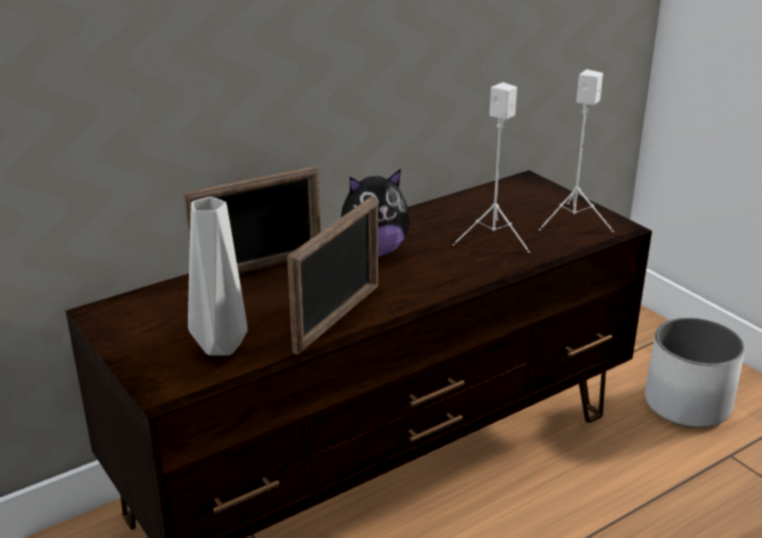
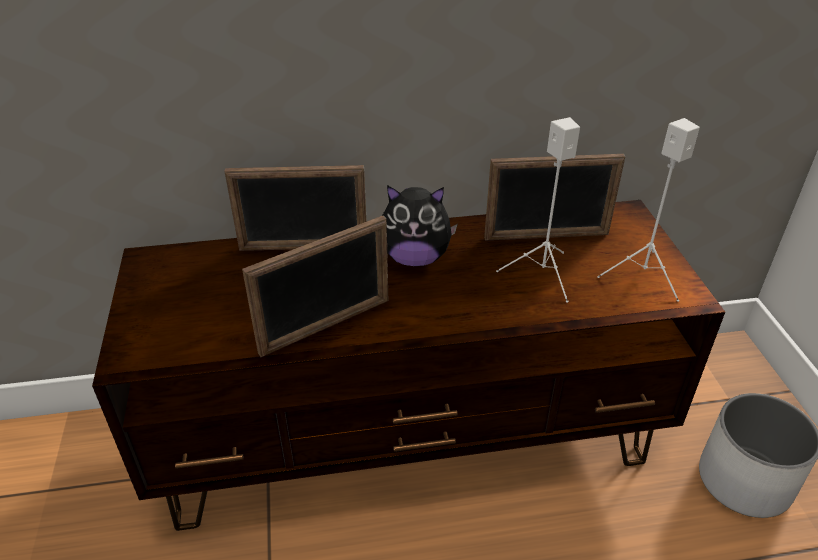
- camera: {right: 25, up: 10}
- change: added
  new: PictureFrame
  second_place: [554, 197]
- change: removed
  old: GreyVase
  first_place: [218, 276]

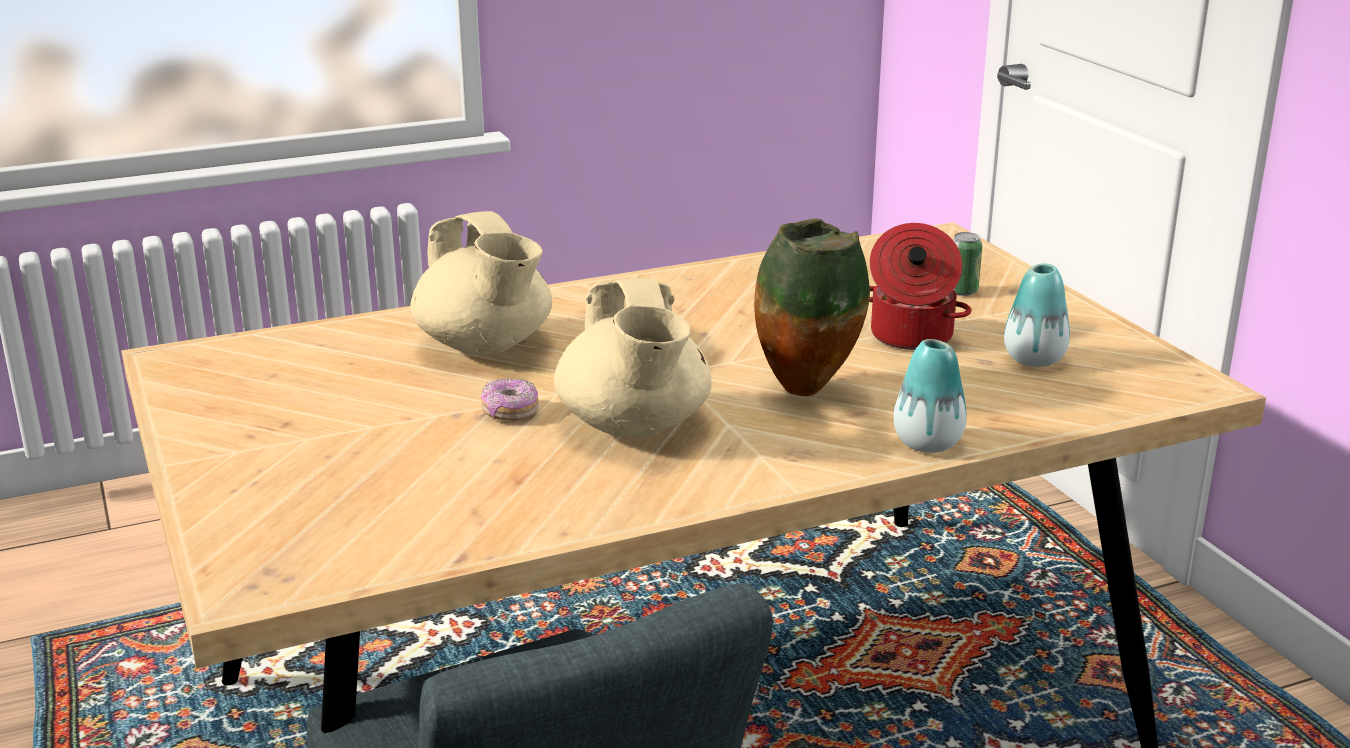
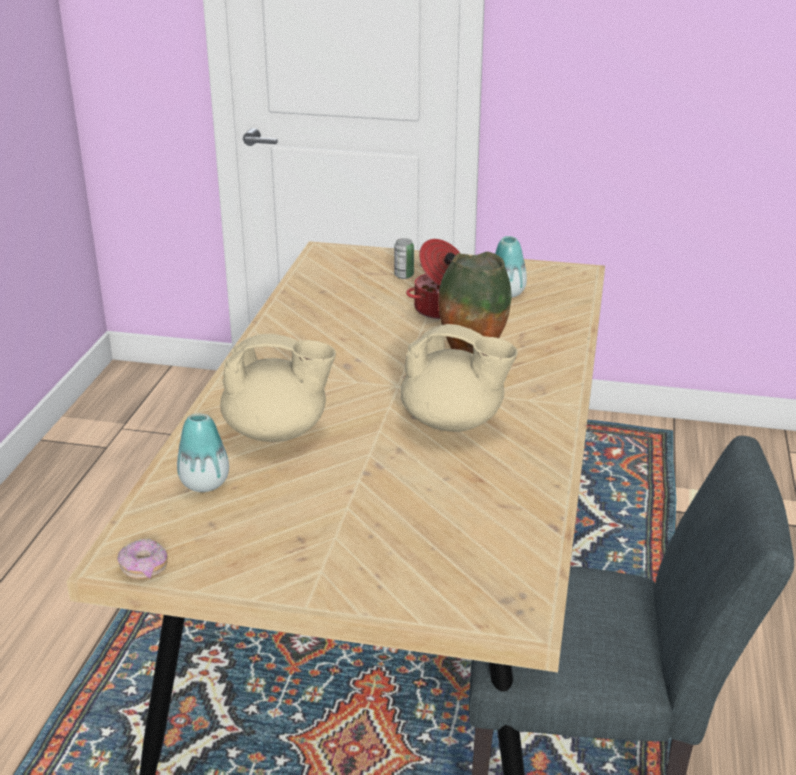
- camera: {right: -55, up: 5}
- change: moved
  old: Donut
  first_place: [510, 399]
  second_place: [142, 559]
- change: moved
  old: Vase
  first_place: [930, 396]
  second_place: [203, 453]

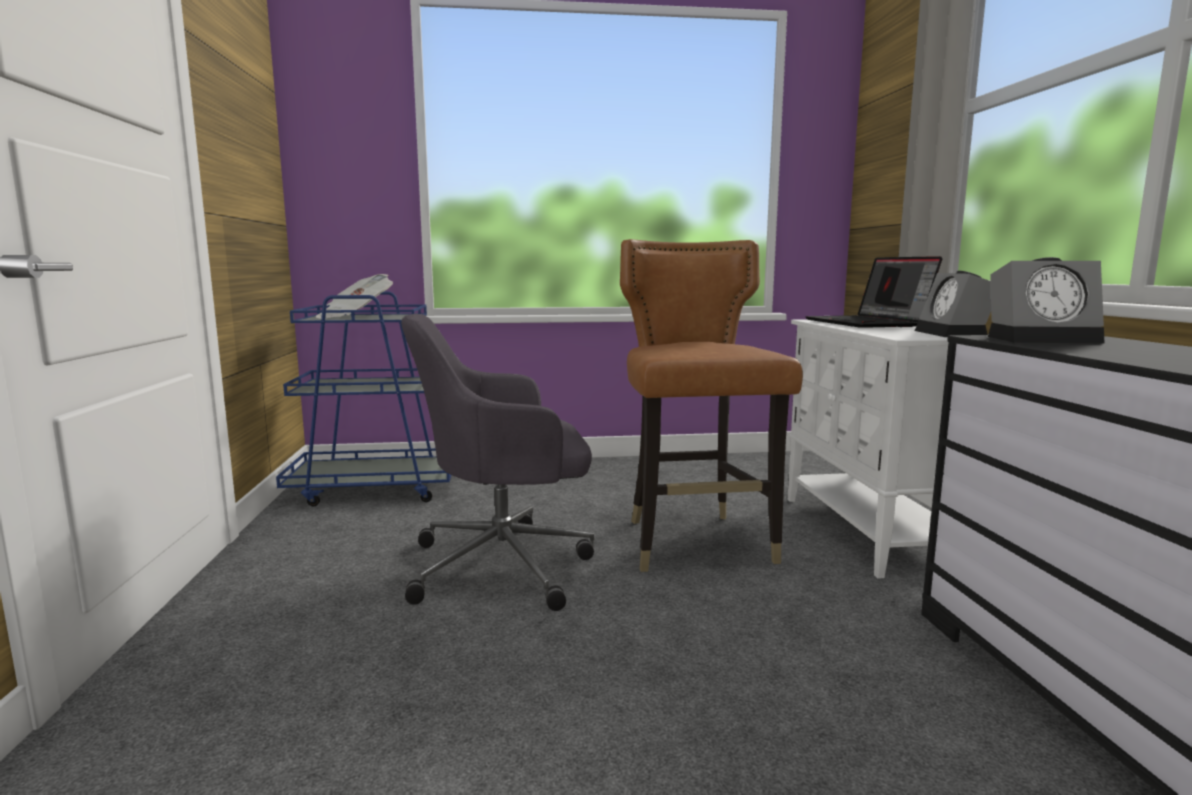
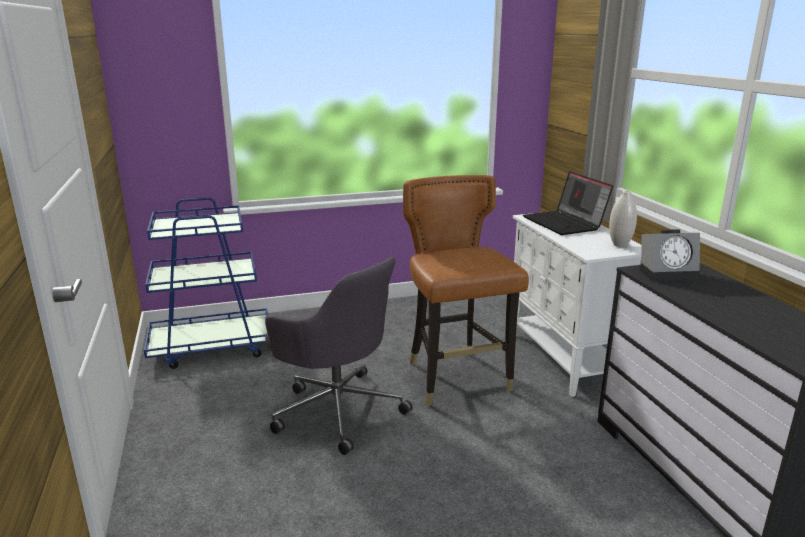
- camera: {right: -10, up: 10}
- change: turned
  old: GreyOfficeChair
  first_place: [497, 462]
  second_place: [339, 356]
  degrees: -120
- change: replaced
  old: AlarmClock
  new: WhiteVase
  first_place: [953, 303]
  second_place: [623, 218]
- change: removed
  old: Newspaper
  first_place: [354, 296]

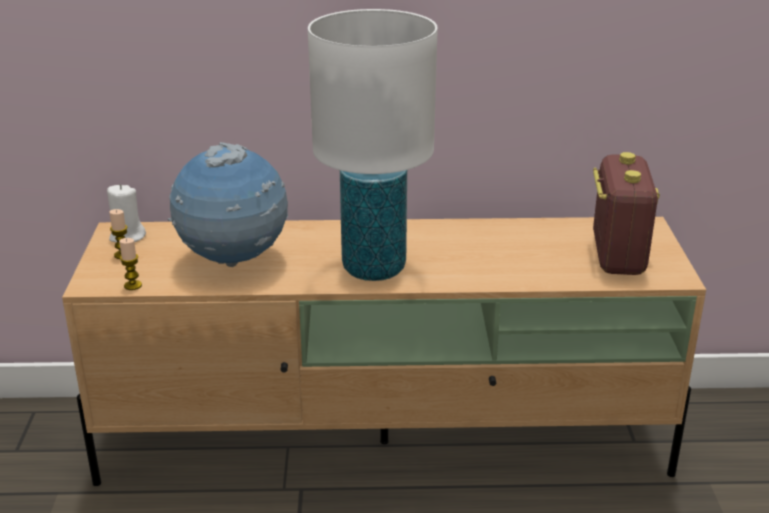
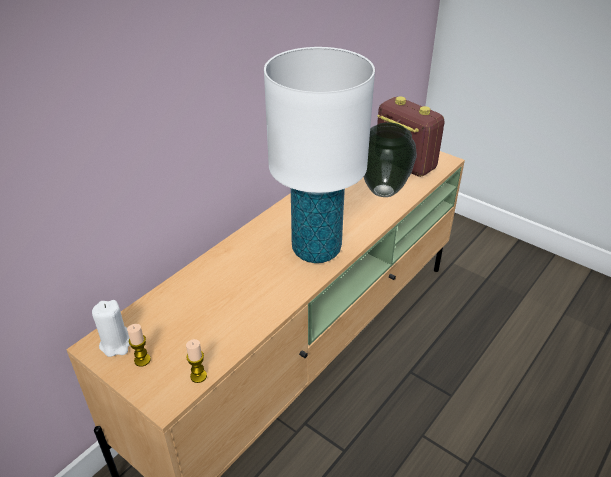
- camera: {right: -50, up: 10}
- change: added
  new: Vase
  second_place: [390, 159]
- change: removed
  old: Globe
  first_place: [228, 204]

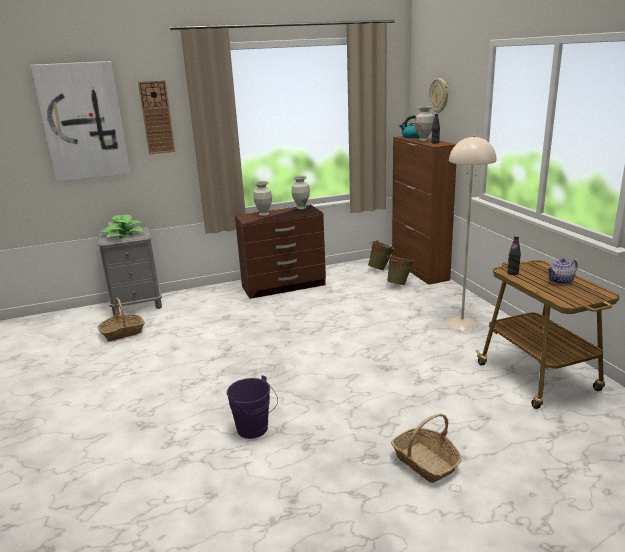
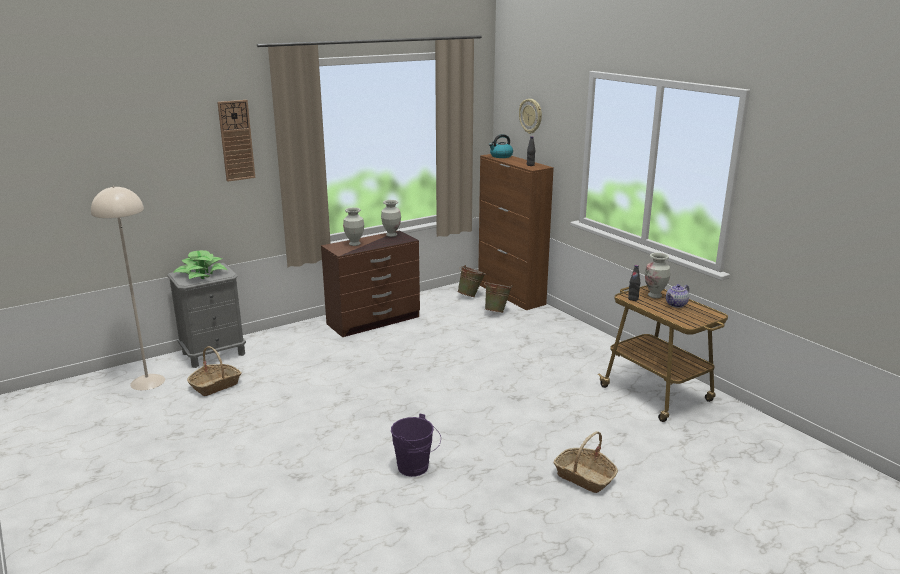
- camera: {right: -15, up: 0}
- change: moved
  old: BeigeFloorLamp
  first_place: [471, 233]
  second_place: [128, 288]
- change: moved
  old: Vase
  first_place: [424, 124]
  second_place: [657, 275]
- change: removed
  old: Picture
  first_place: [80, 121]

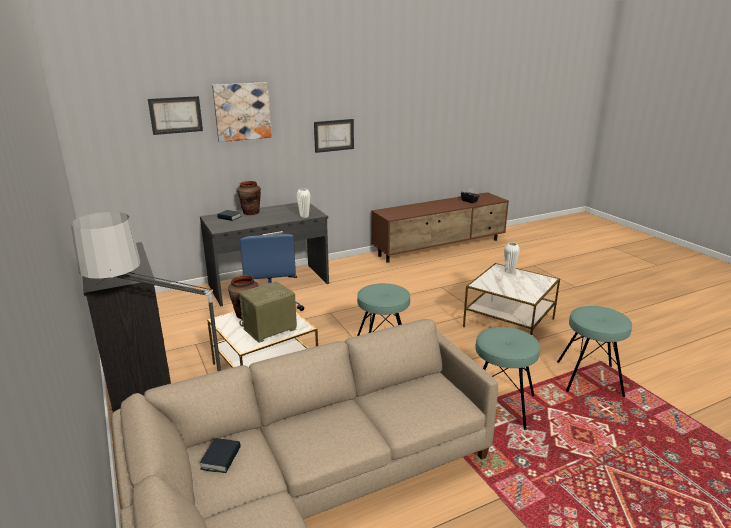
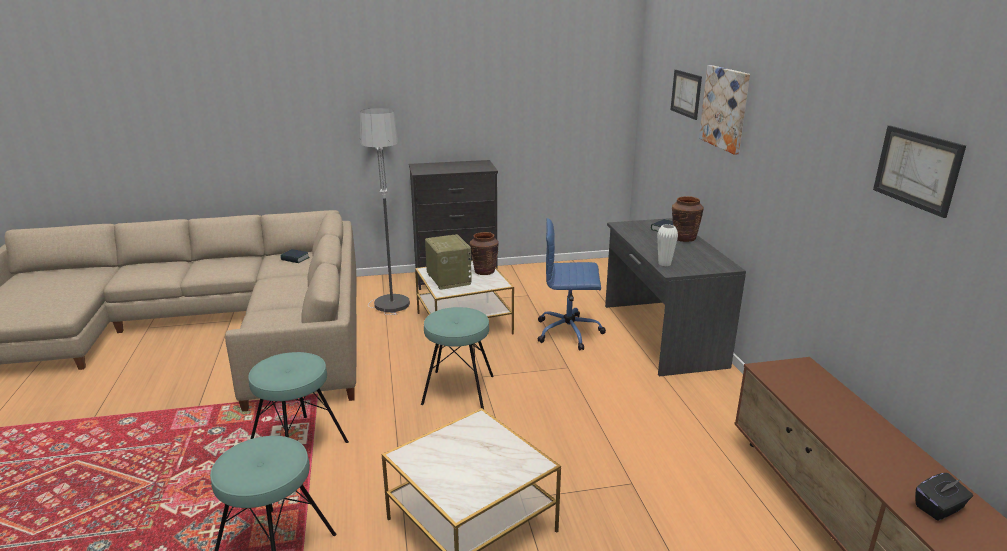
- camera: {right: 105, up: 0}
- change: moved
  old: Picture
  first_place: [334, 136]
  second_place: [919, 171]
- change: removed
  old: WhiteVase
  first_place: [512, 258]

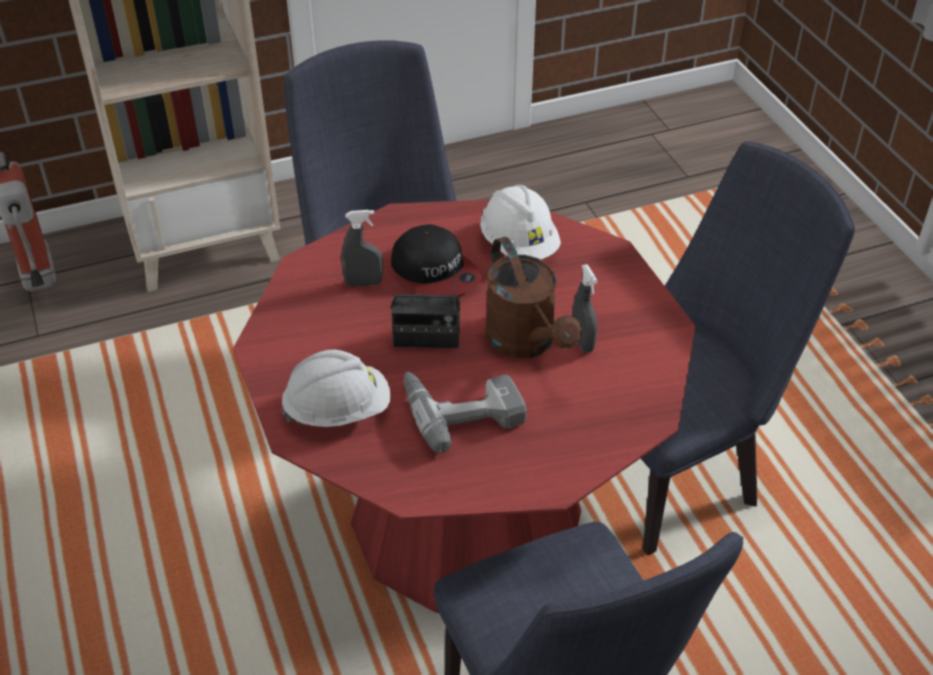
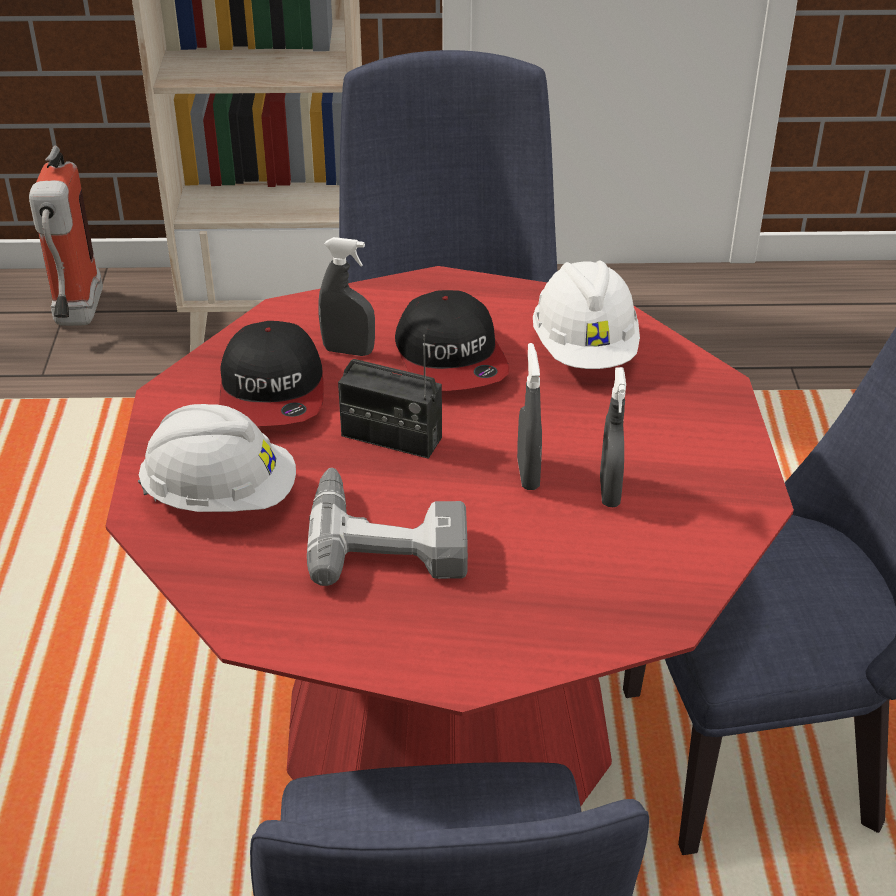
- camera: {right: 20, up: -5}
- change: added
  new: Cap
  second_place: [271, 373]
- change: replaced
  old: BrownWateringCan
  new: GreySprayBottle
  first_place: [533, 297]
  second_place: [529, 416]

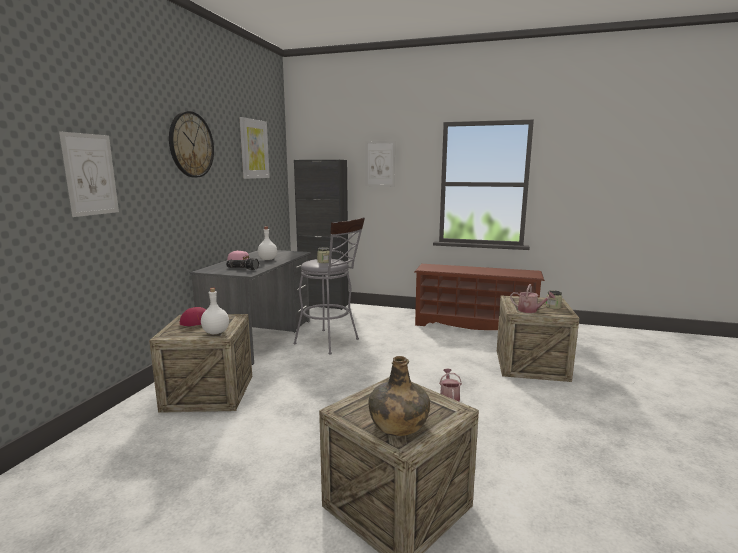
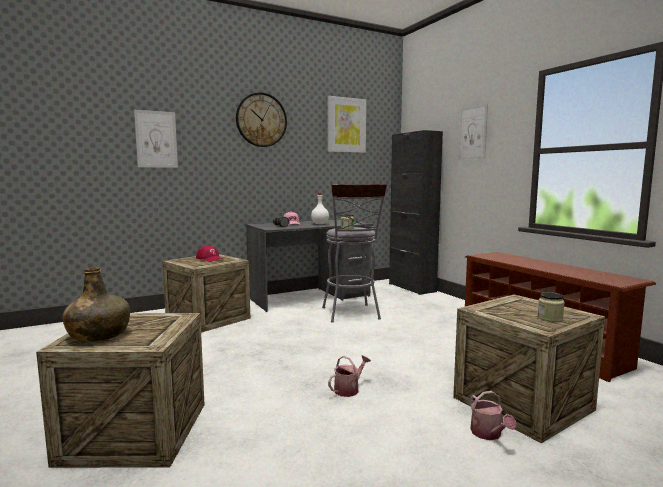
- camera: {right: 45, up: -5}
- change: moved
  old: WateringCan
  first_place: [532, 298]
  second_place: [493, 415]
- change: removed
  old: WhiteBottle
  first_place: [215, 311]

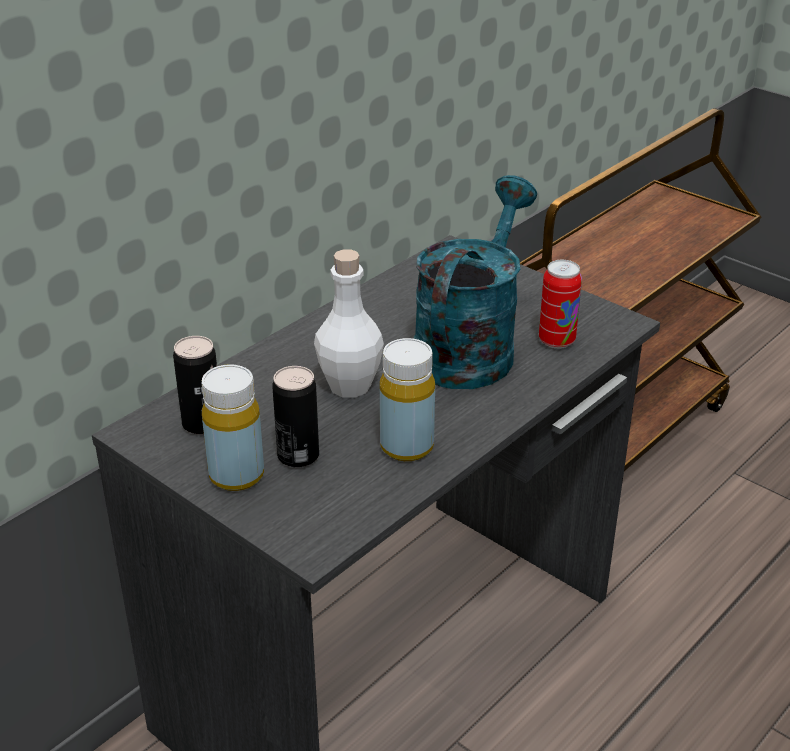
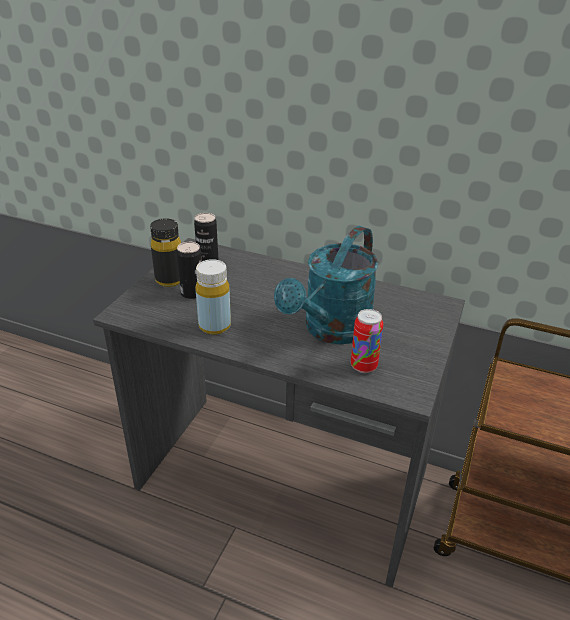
- camera: {right: 70, up: 0}
- change: recoloured
  old: YellowBottle
  new: BlackBottle
  first_place: [232, 428]
  second_place: [165, 252]
- change: turned
  old: TurquoiseWateringCan
  first_place: [475, 282]
  second_place: [326, 285]
  degrees: 120
- change: removed
  old: WhiteBottle
  first_place: [349, 323]

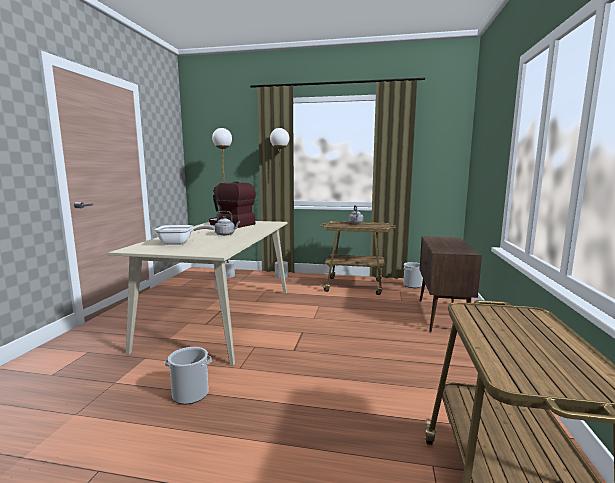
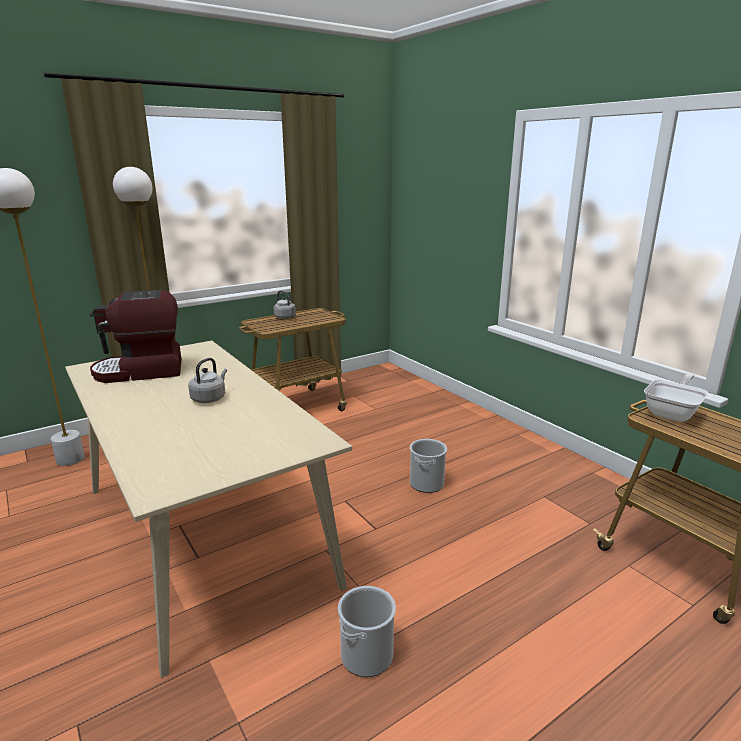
- camera: {right: -45, up: 10}
- change: moved
  old: Bucket
  first_place: [413, 275]
  second_place: [428, 466]
- change: moved
  old: FryingPan
  first_place: [185, 235]
  second_place: [676, 398]
- change: removed
  old: BrownCabinet
  first_place: [451, 284]

